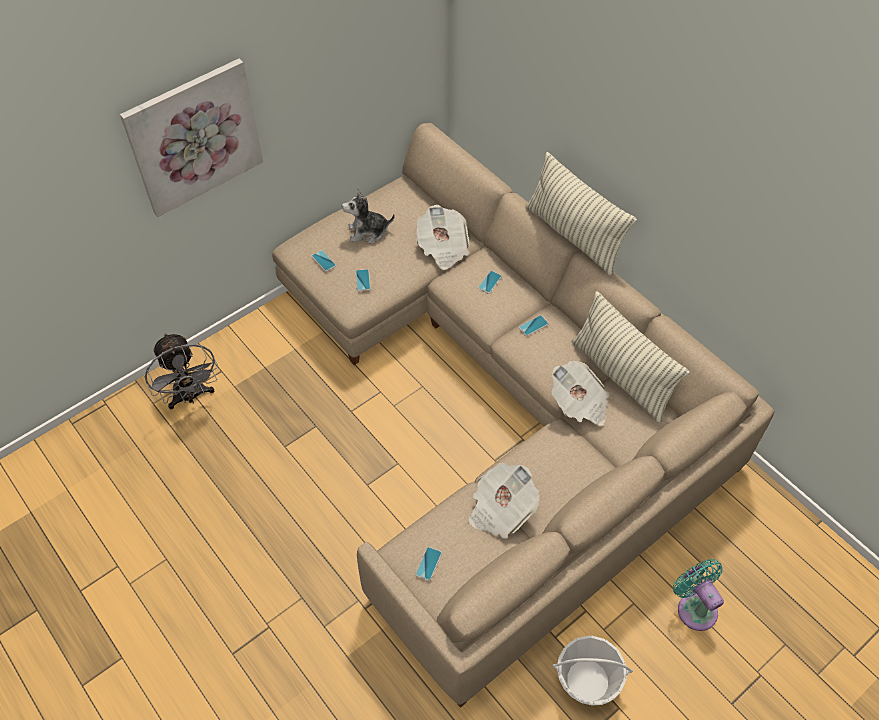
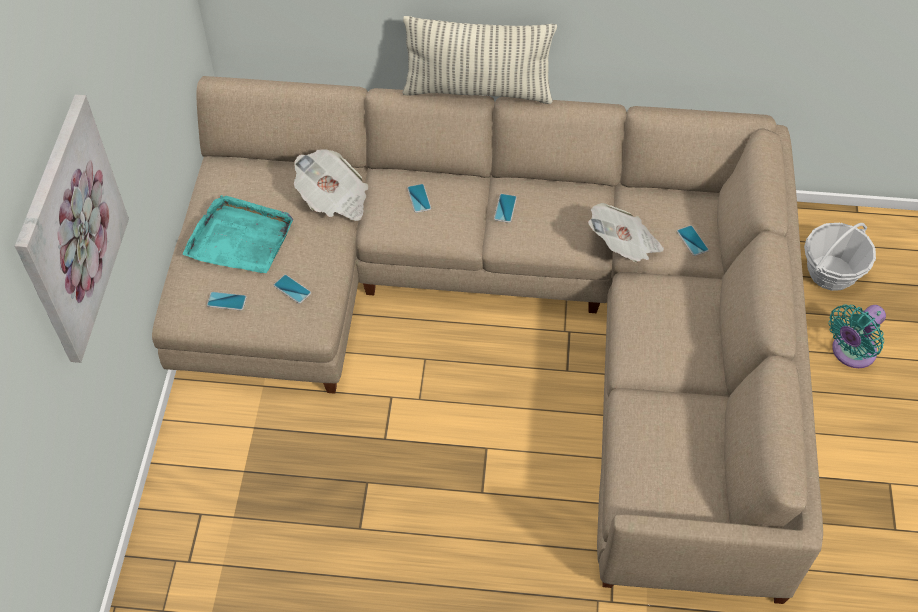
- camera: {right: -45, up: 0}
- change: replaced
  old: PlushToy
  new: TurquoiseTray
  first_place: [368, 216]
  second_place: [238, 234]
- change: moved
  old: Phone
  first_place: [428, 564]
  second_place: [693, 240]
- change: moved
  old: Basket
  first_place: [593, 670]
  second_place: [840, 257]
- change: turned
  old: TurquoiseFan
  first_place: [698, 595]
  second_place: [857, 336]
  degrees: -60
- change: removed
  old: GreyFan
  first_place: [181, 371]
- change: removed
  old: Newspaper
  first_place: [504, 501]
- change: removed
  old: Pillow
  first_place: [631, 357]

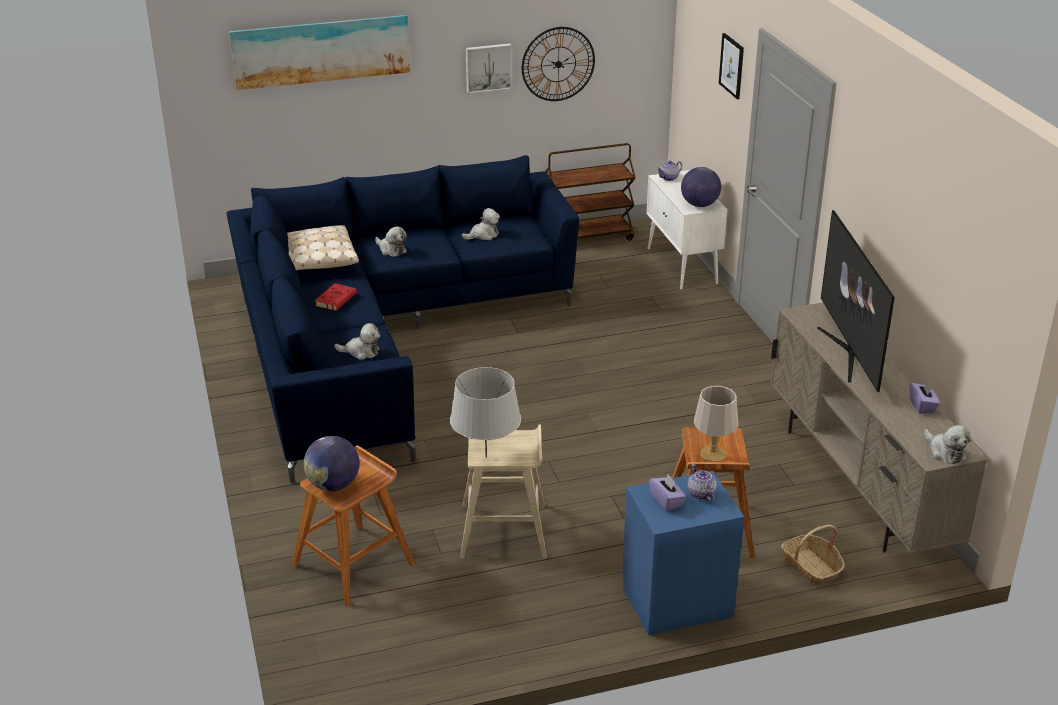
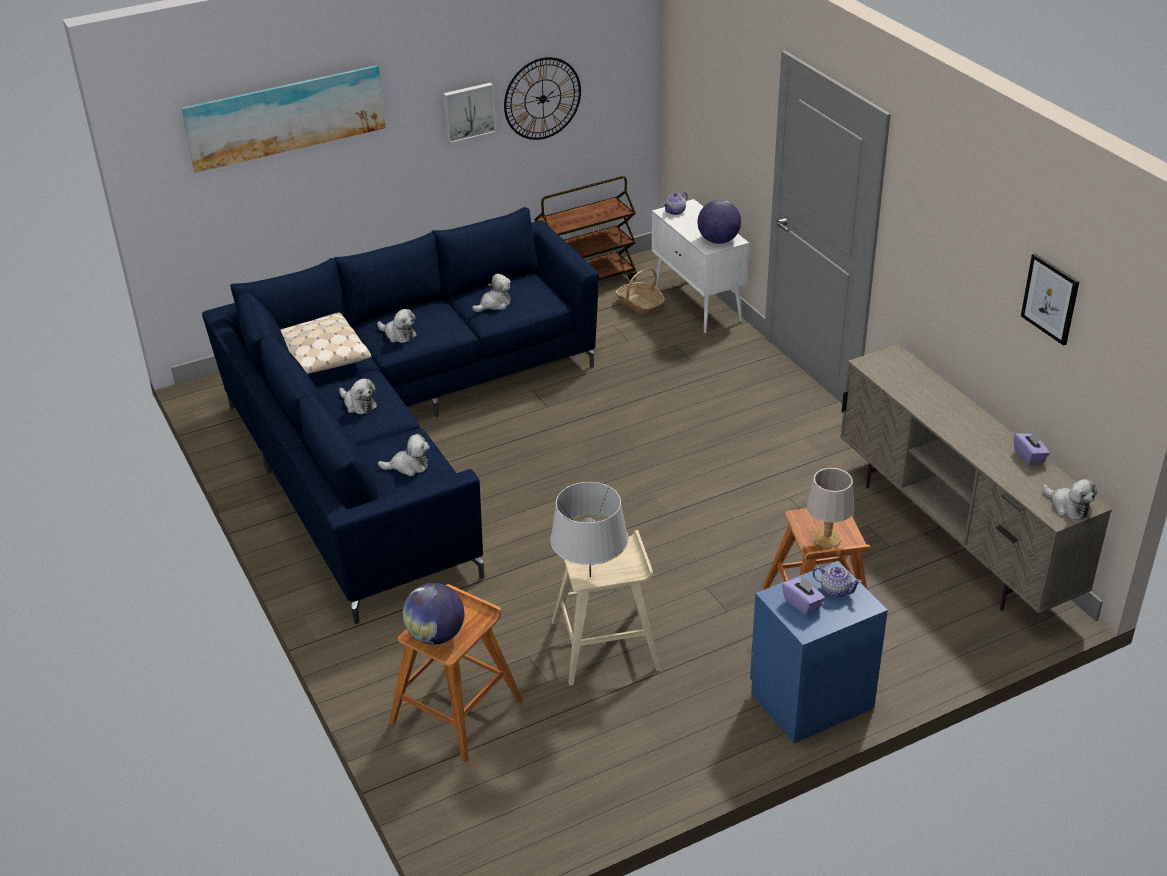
- camera: {right: -10, up: 5}
- change: replaced
  old: RedBook
  new: PlushToy
  first_place: [336, 297]
  second_place: [358, 396]
- change: moved
  old: Basket
  first_place: [813, 555]
  second_place: [640, 292]
- change: turned
  old: Teapot
  first_place: [702, 482]
  second_place: [837, 582]
  degrees: 150
- change: moved
  old: Picture
  first_place: [731, 66]
  second_place: [1050, 299]
- change: removed
  old: Television
  first_place: [856, 301]

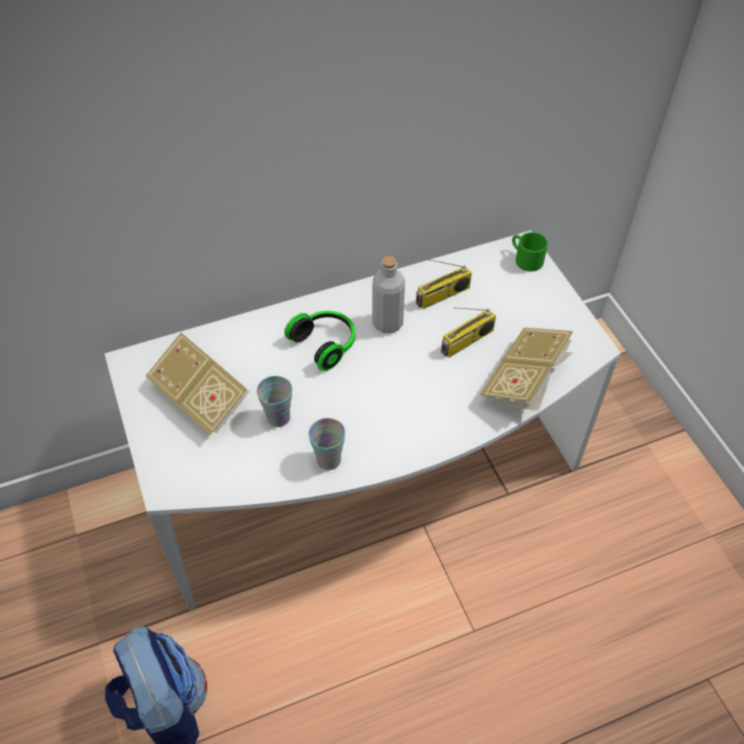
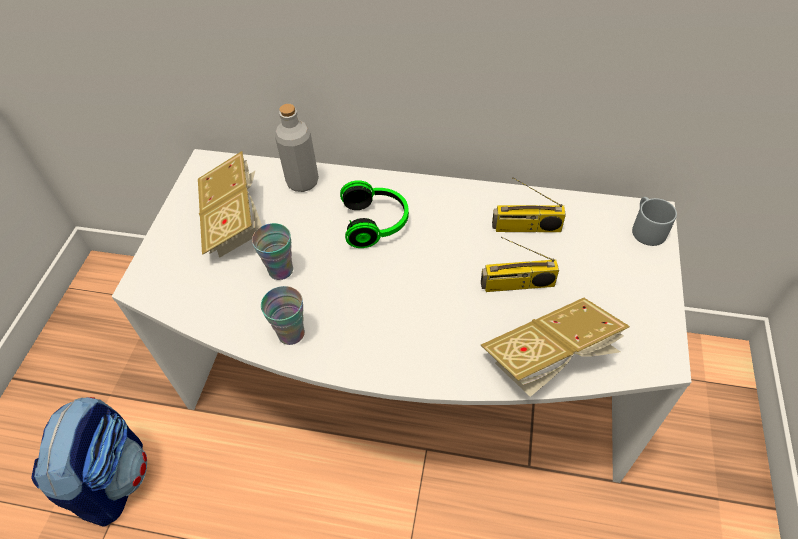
- camera: {right: 35, up: 0}
- change: moved
  old: GreyBottle
  first_place: [388, 294]
  second_place: [297, 148]
- change: recoloured
  old: GreenMug
  new: GreyMug
  first_place: [530, 251]
  second_place: [654, 221]

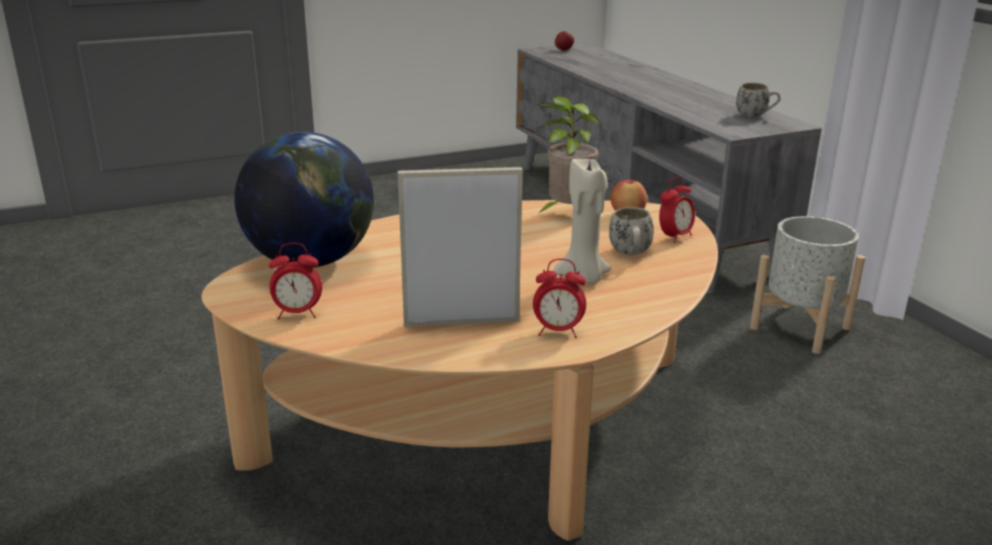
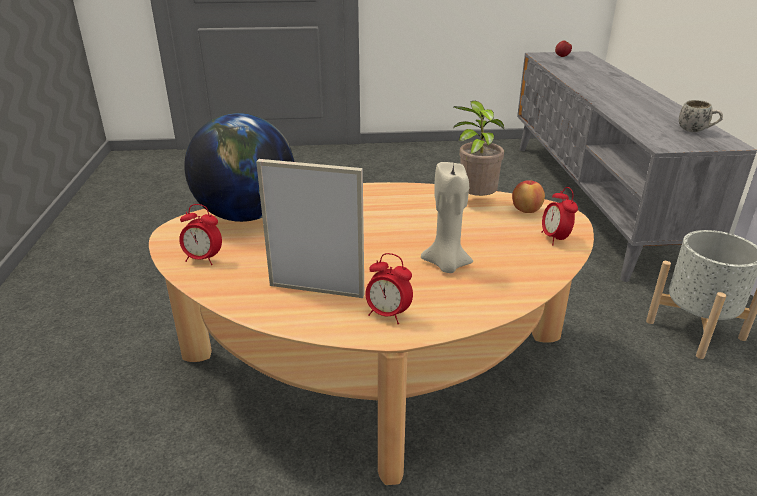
- camera: {right: 20, up: 5}
- change: turned
  old: AlarmClock
  first_place: [677, 210]
  second_place: [559, 216]
  degrees: 105
- change: removed
  old: WhiteMug
  first_place: [631, 231]

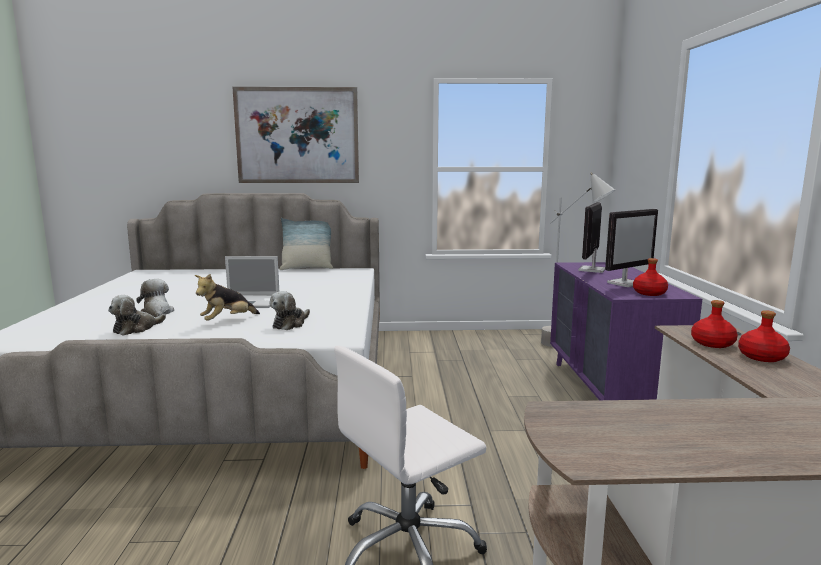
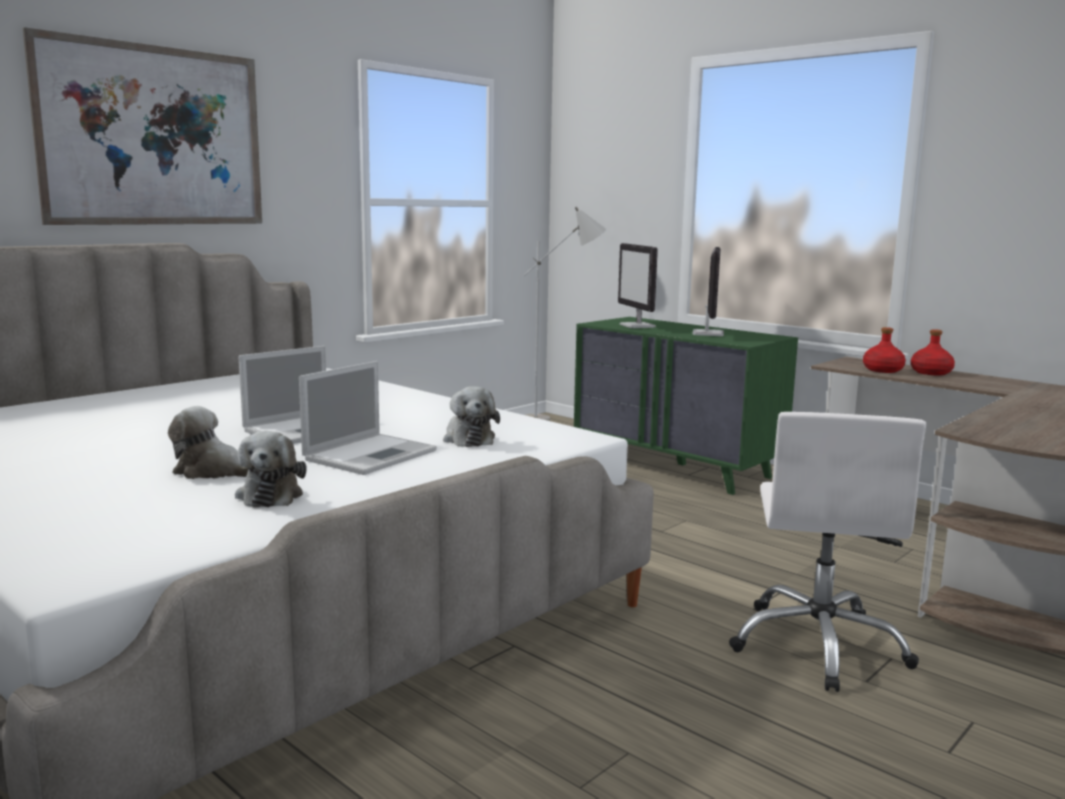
- camera: {right: -45, up: 0}
- change: replaced
  old: PlushToy
  new: Laptop
  first_place: [227, 297]
  second_place: [368, 418]
- change: recoloured
  old: PurpleDresser
  new: GreenDresser
  first_place: [626, 331]
  second_place: [686, 406]
- change: removed
  old: Pillow
  first_place: [306, 244]
- change: removed
  old: RedBottle
  first_place: [650, 277]

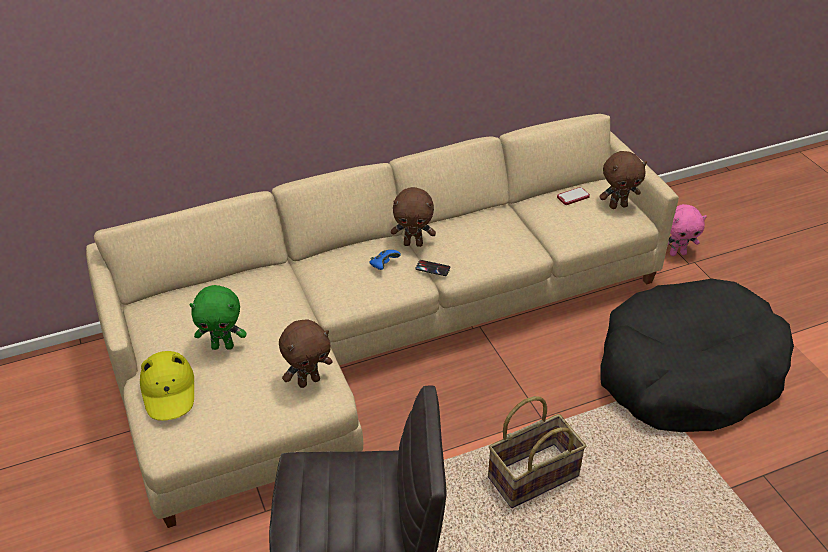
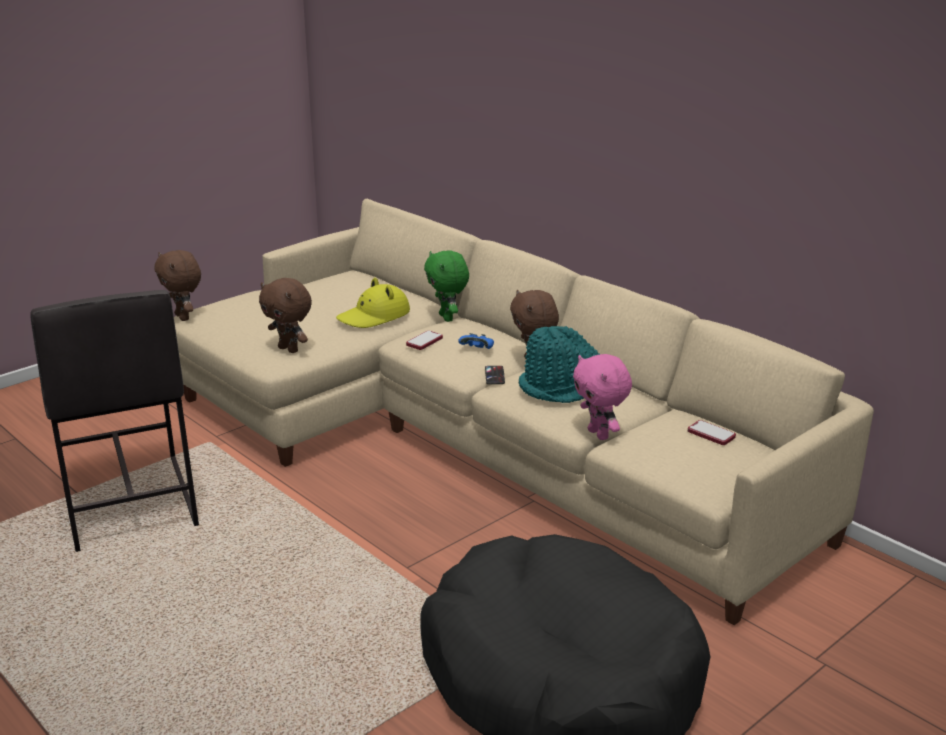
- camera: {right: 70, up: -15}
- change: moved
  old: BrownPlushToy
  first_place: [623, 180]
  second_place: [177, 285]
- change: moved
  old: YellowHat
  first_place: [167, 386]
  second_place: [373, 303]
- change: added
  new: Phone
  second_place: [424, 340]
- change: moved
  old: GreenPlushToy
  first_place: [217, 317]
  second_place: [446, 286]
- change: added
  new: TurquoiseHat
  second_place: [559, 364]
- change: moved
  old: PinkPlushToy
  first_place: [687, 230]
  second_place: [602, 397]
- change: removed
  old: Basket
  first_place: [537, 452]

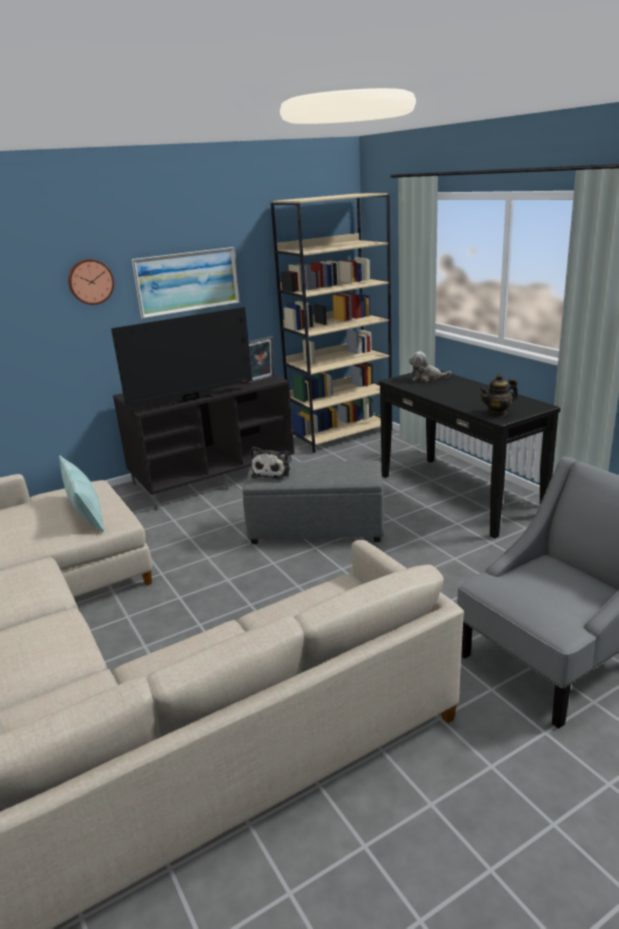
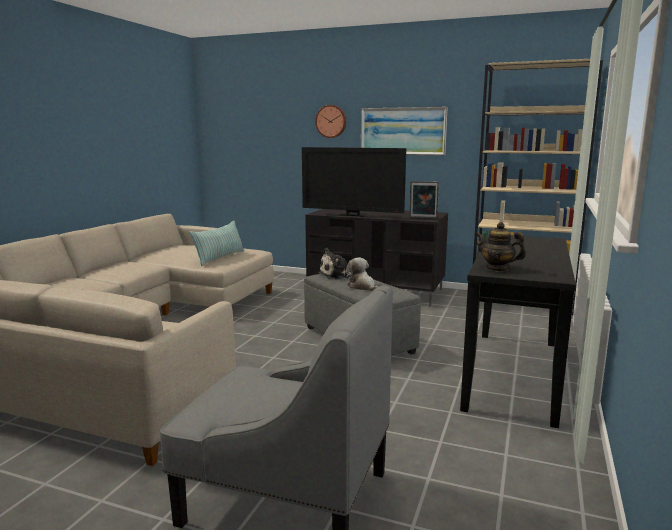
- camera: {right: 50, up: -10}
- change: moved
  old: PlushToy
  first_place: [430, 366]
  second_place: [362, 274]

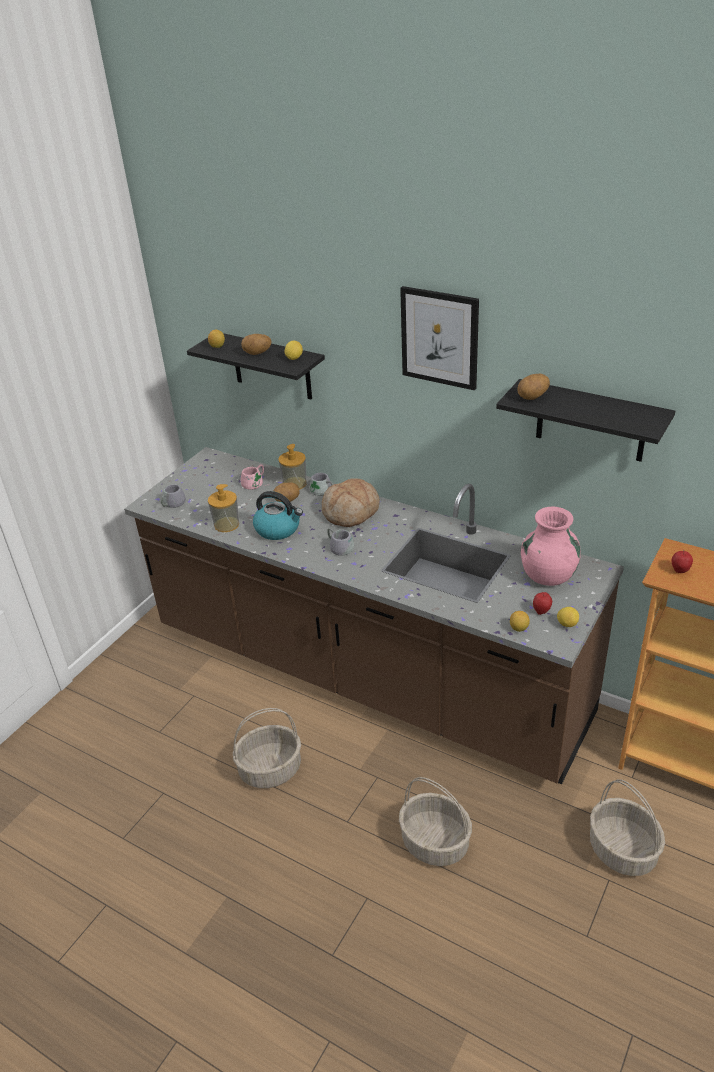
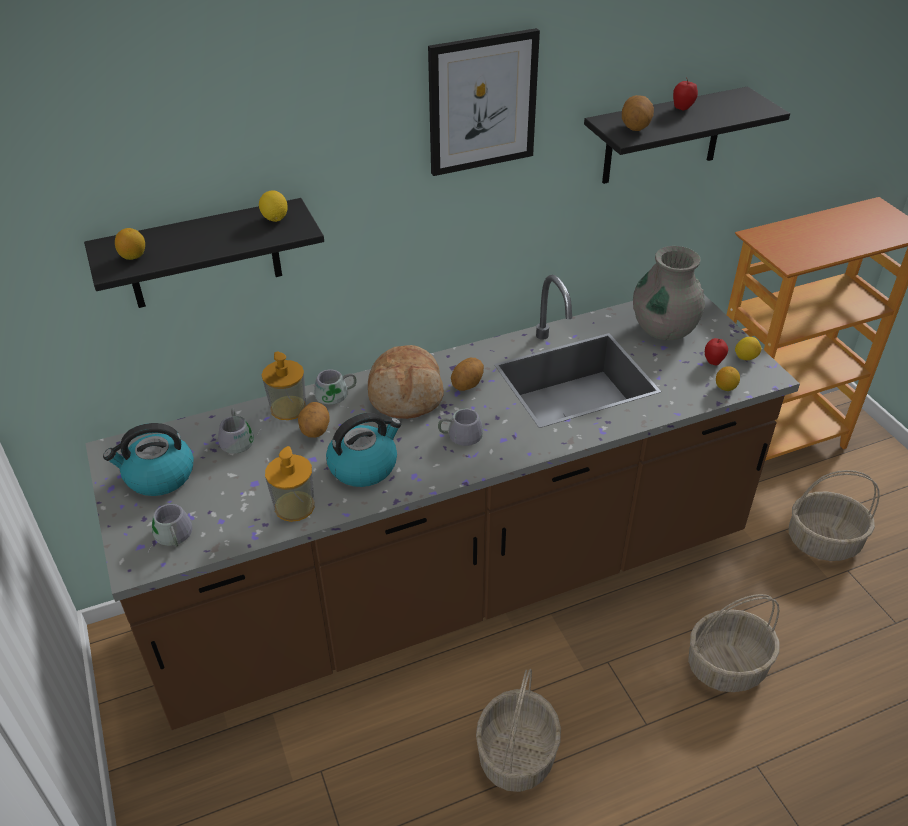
- camera: {right: -55, up: 5}
- change: added
  new: Kettle
  second_place: [148, 459]
- change: recoloured
  old: PinkMug
  new: GreyMug
  first_place: [253, 477]
  second_place: [240, 431]
- change: moved
  old: Potato
  first_place: [256, 344]
  second_place: [467, 374]
- change: recoloured
  old: PinkVase
  new: GreyVase
  first_place: [551, 546]
  second_place: [669, 293]
- change: moved
  old: Apple
  first_place: [682, 561]
  second_place: [685, 93]

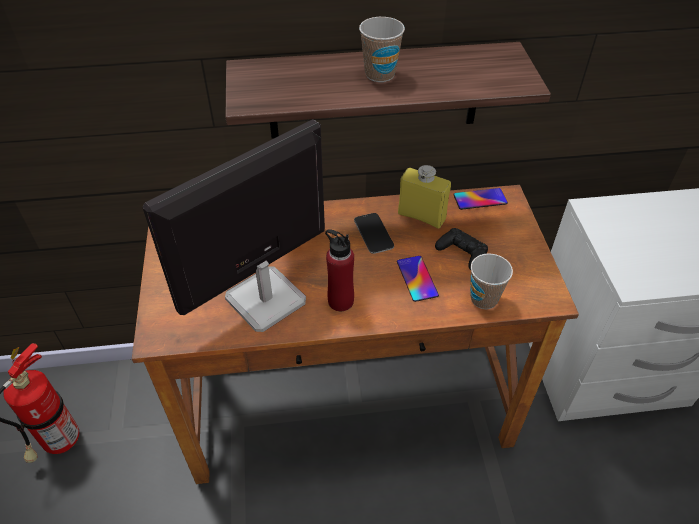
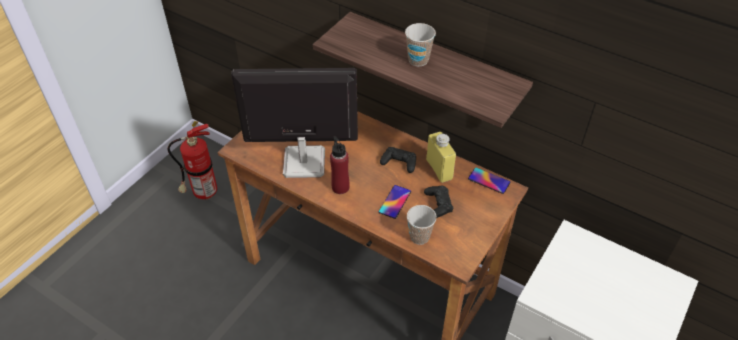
- camera: {right: 40, up: 0}
- change: replaced
  old: Phone
  new: BlackGameController
  first_place: [374, 233]
  second_place: [398, 160]

